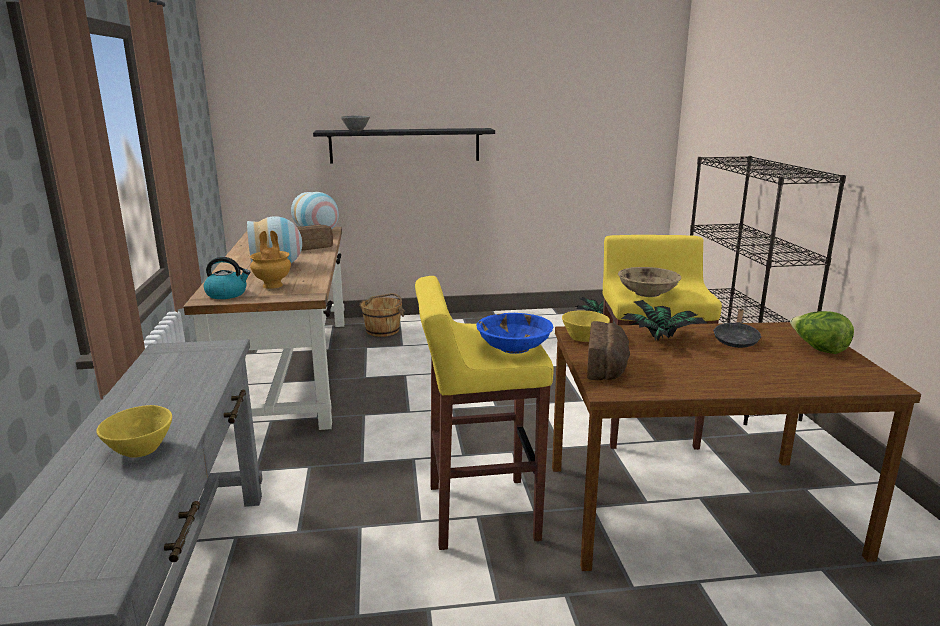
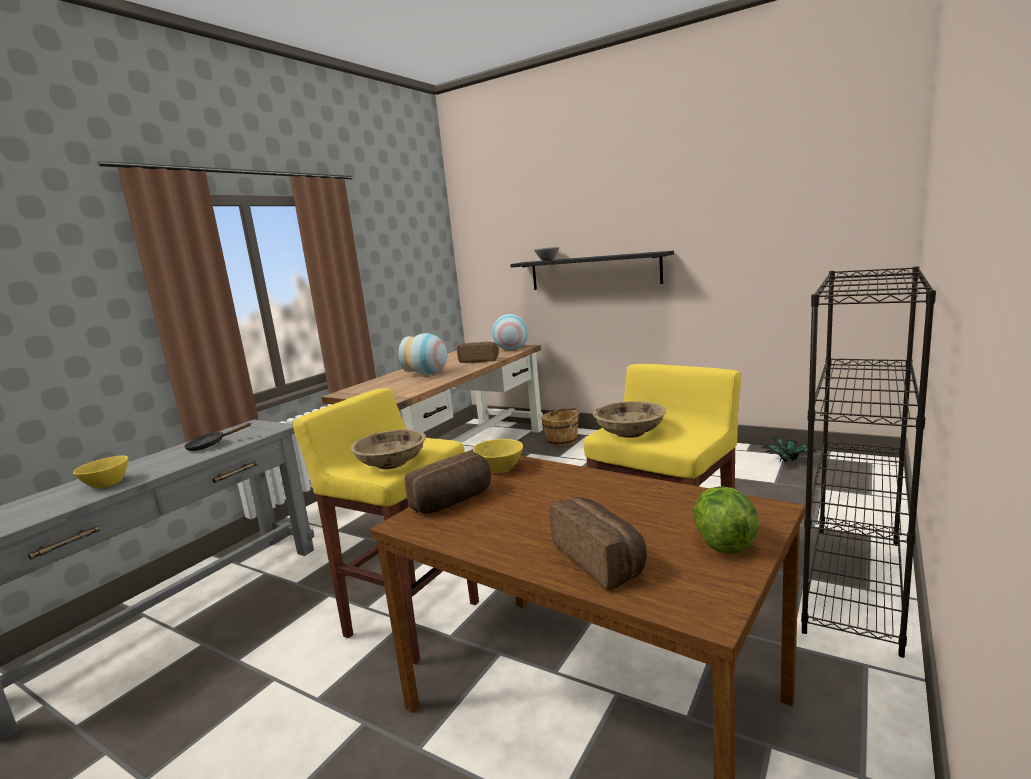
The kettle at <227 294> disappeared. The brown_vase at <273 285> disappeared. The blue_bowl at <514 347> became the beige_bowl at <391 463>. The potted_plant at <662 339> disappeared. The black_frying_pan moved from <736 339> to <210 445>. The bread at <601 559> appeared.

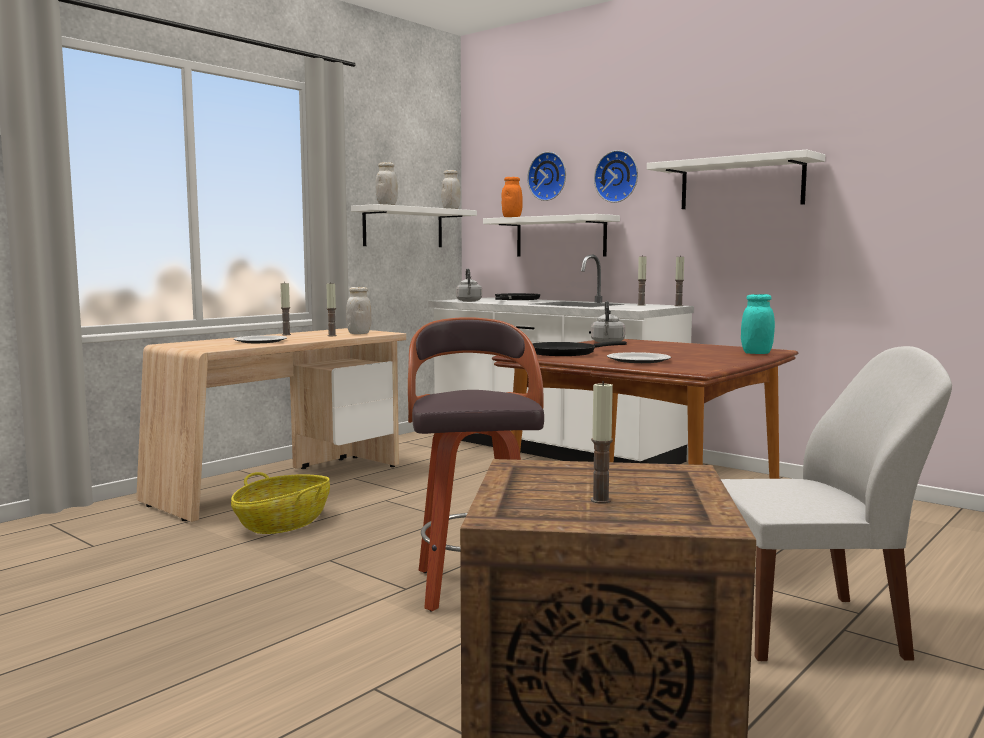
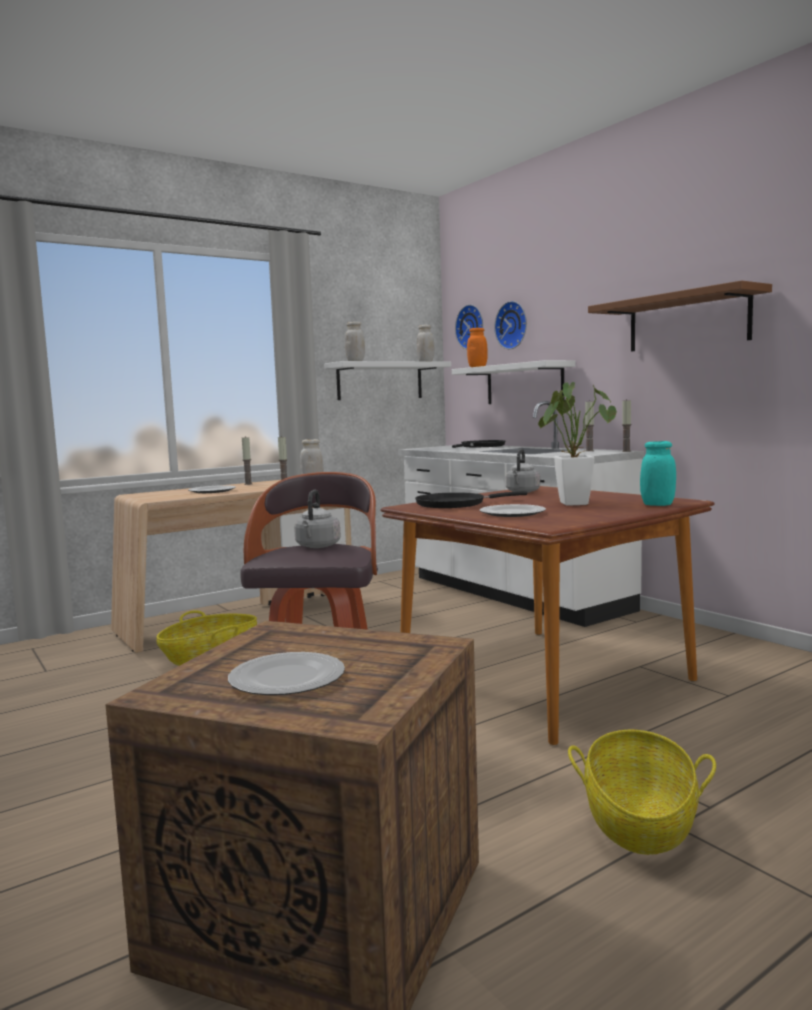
The grey_kettle moved from <469 301> to <317 546>. The candle at <600 500> was replaced by the plate at <289 678>. The wall_clock moved from <618 176> to <471 327>. The white_shelf at <741 183> became the brown_shelf at <687 321>. The white_chair at <812 629> was replaced by the basket at <639 821>. The potted_plant at <572 502> appeared.

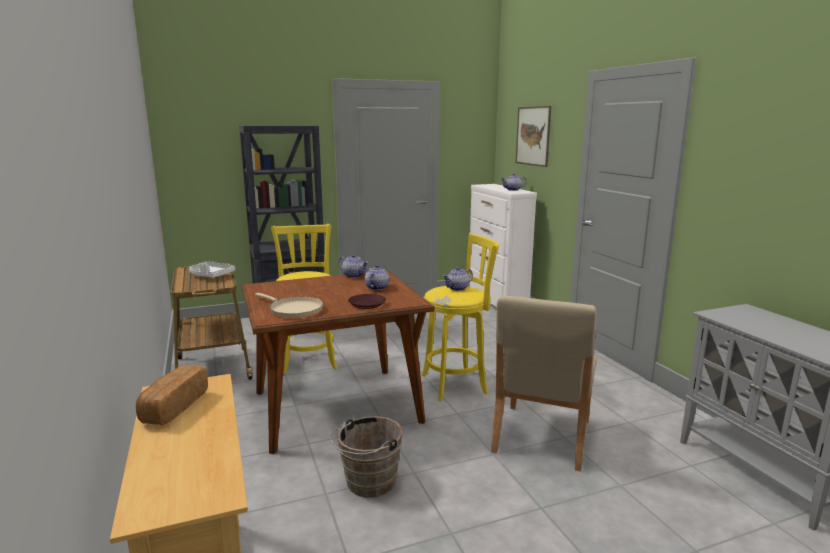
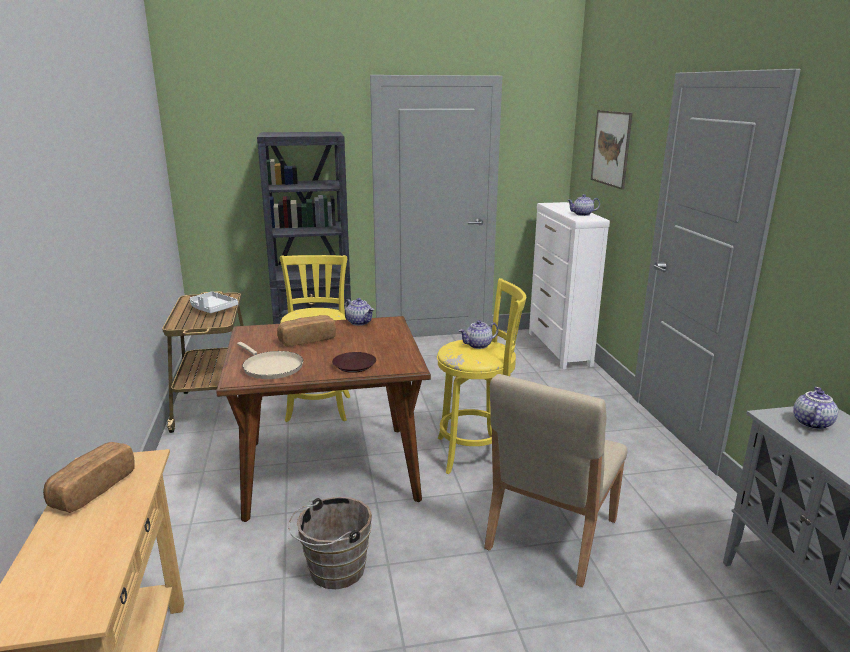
The teapot moved from <376 288> to <810 423>. The bread at <307 340> appeared.

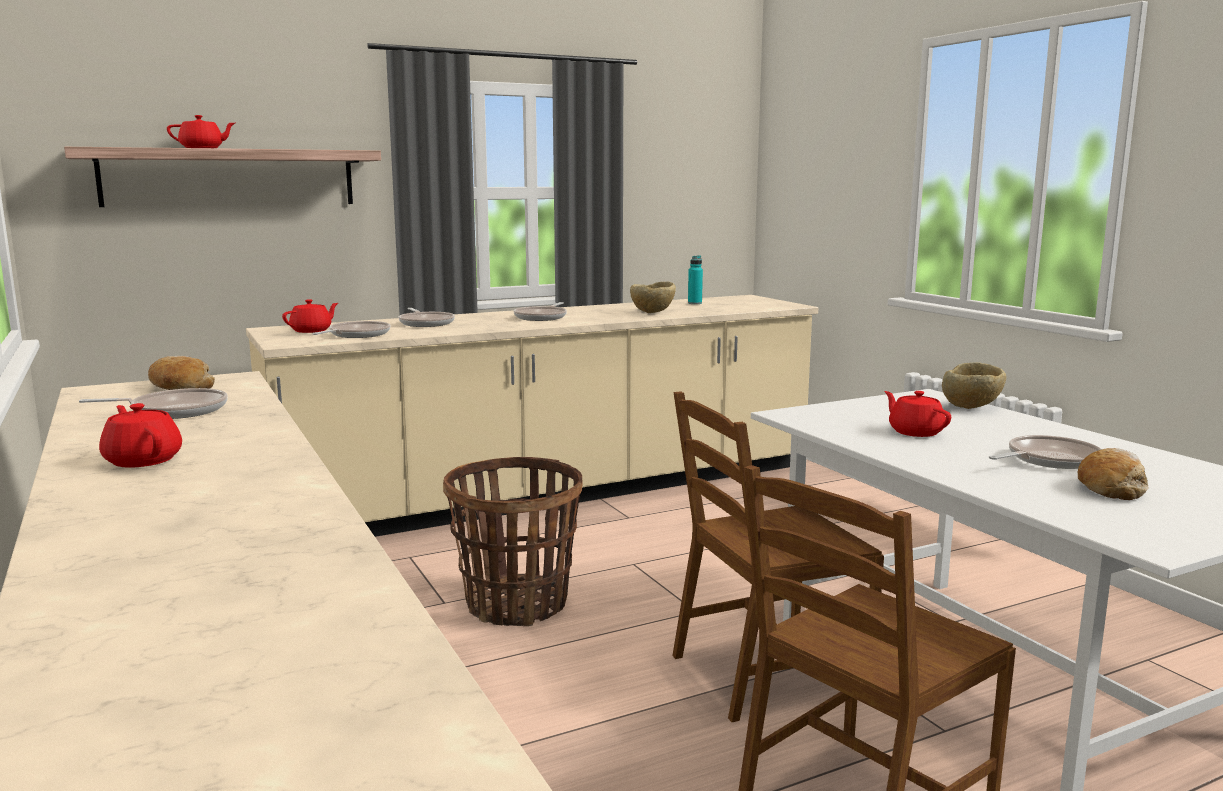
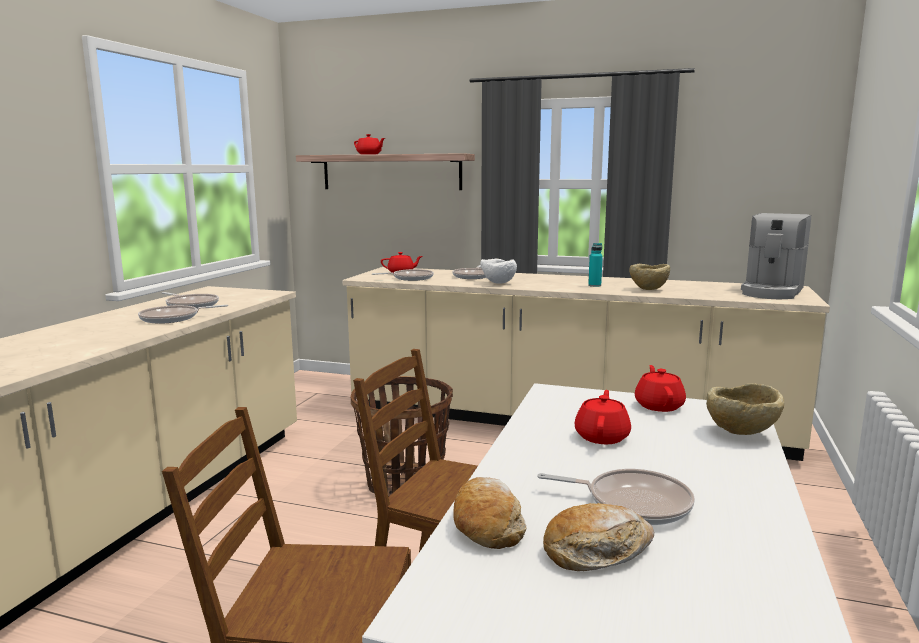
The red_teapot moved from <143 460> to <659 405>. The bread moved from <180 387> to <487 524>. The frying_pan moved from <542 317> to <173 318>. The turquoise_bottle moved from <695 303> to <594 285>. The white_bowl at <497 283> appeared. The coffee_machine at <772 291> appeared.

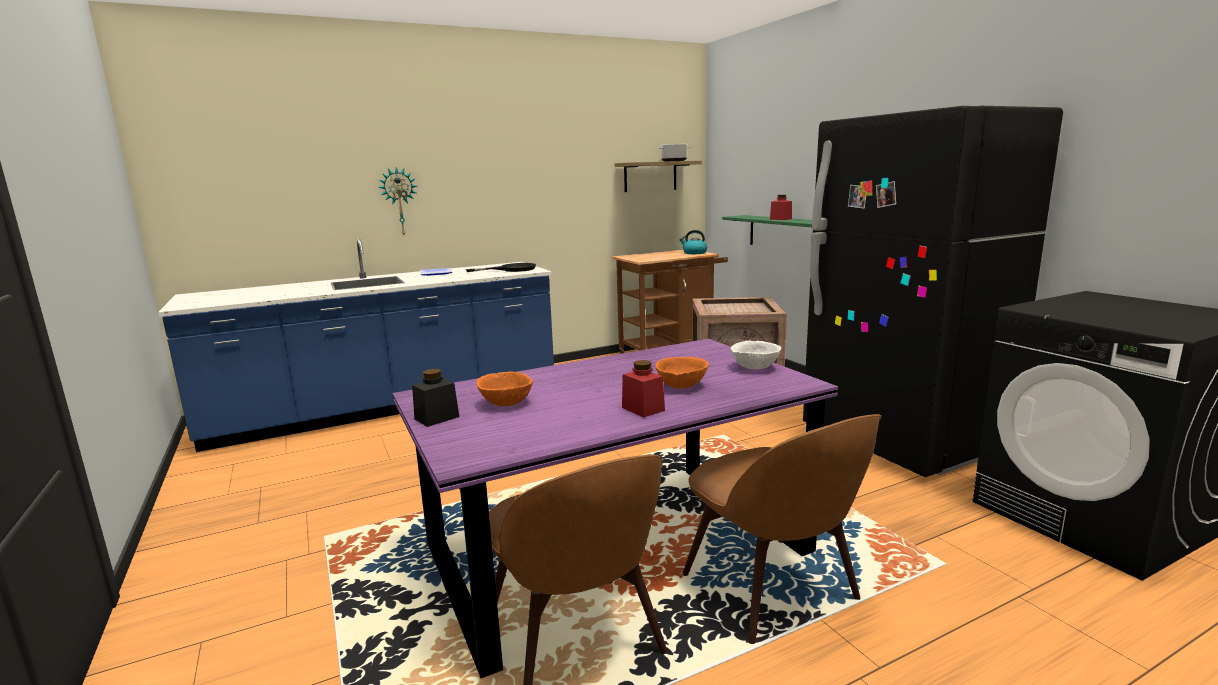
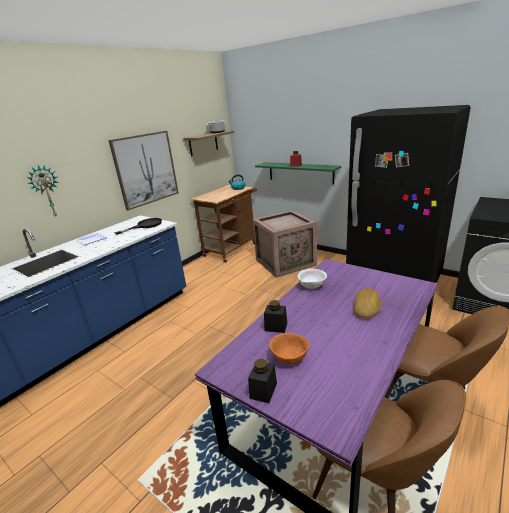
The red_jar at <643 409> disappeared. The orange_bowl at <682 386> was replaced by the bread at <367 306>. The white_bowl moved from <755 368> to <312 286>. The picture at <146 169> appeared. The black_jar at <276 327> appeared.

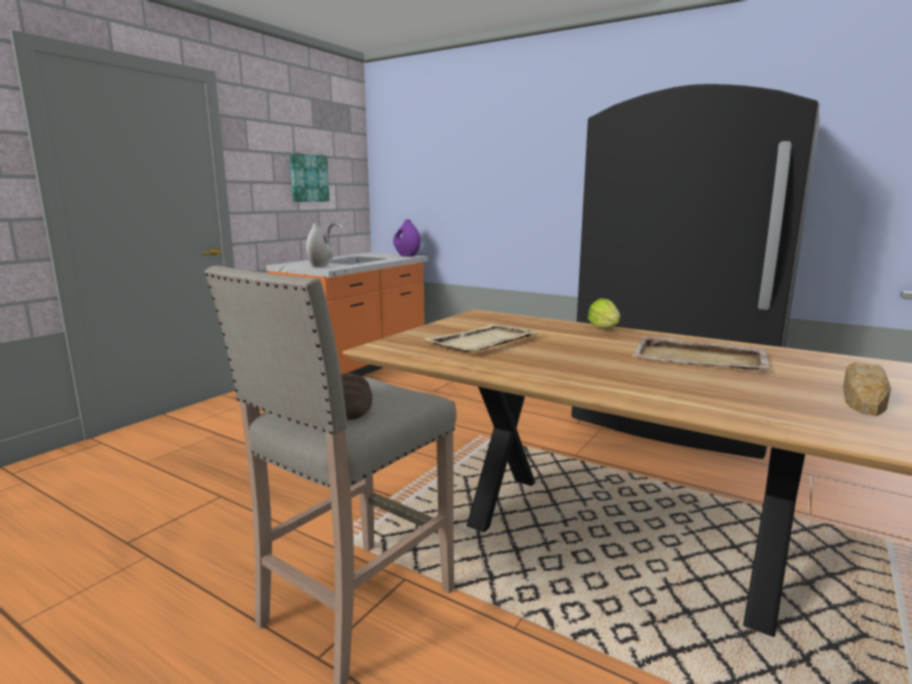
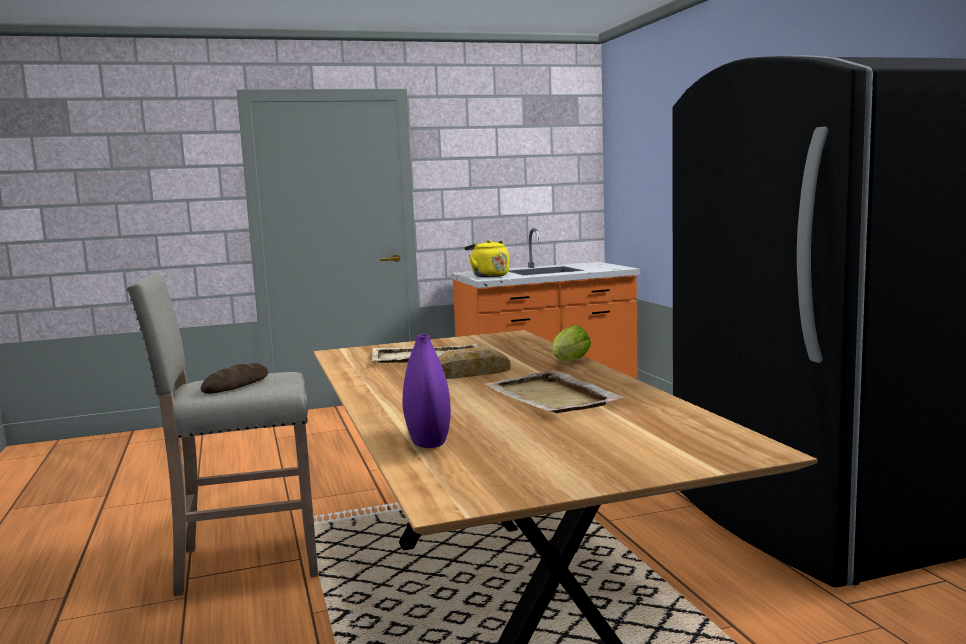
The picture at <308 178> disappeared. The white_vase at <319 266> was replaced by the yellow_kettle at <488 276>. The purple_vase moved from <406 256> to <428 441>. The bread moved from <863 397> to <469 373>.

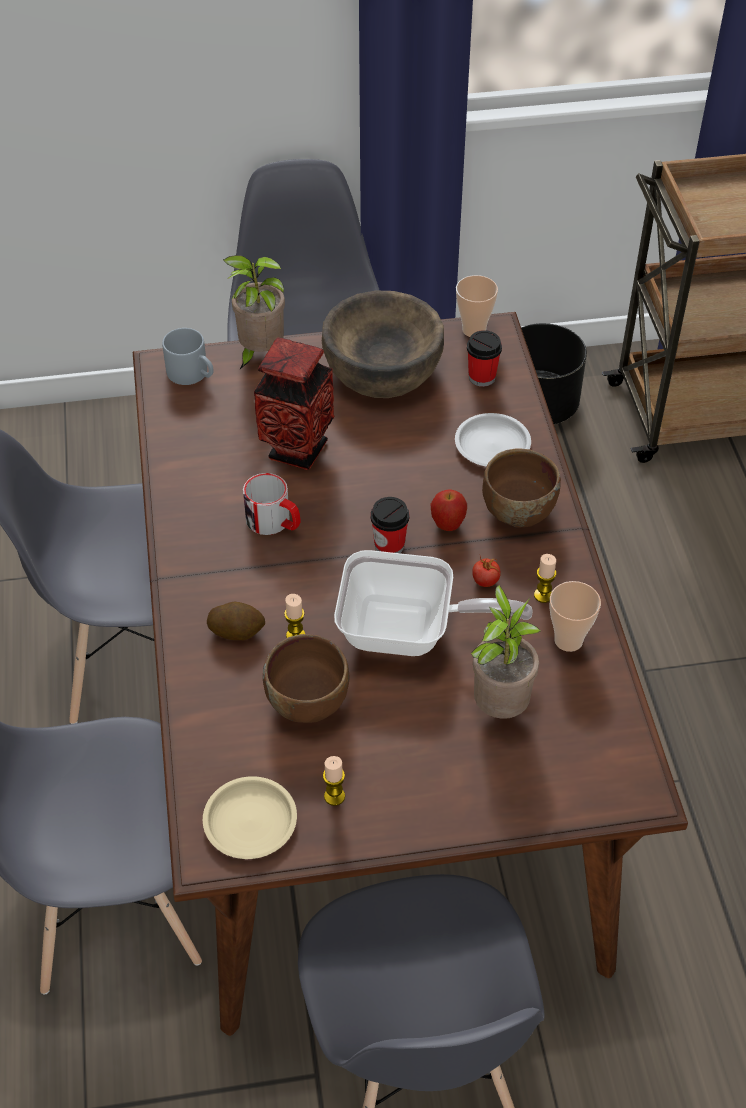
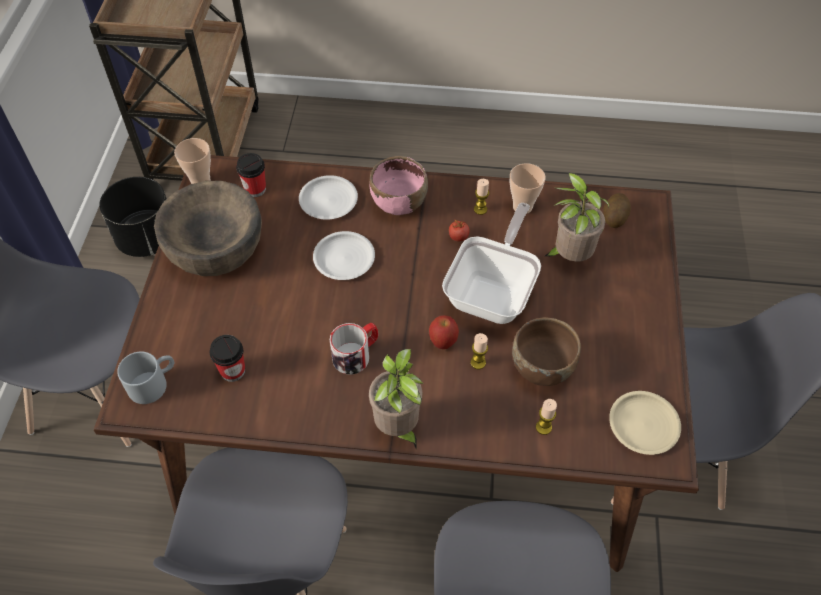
The potato moved from <237 631> to <614 217>. The potted_plant moved from <259 353> to <398 428>. The vase at <297 450> disappeared. The candle moved from <334 796> to <543 427>. The cup moved from <389 545> to <233 371>. The apple moved from <447 525> to <443 343>. The brown_bowl at <517 510> became the pink_bowl at <398 203>. The white_plate at <344 258> appeared.

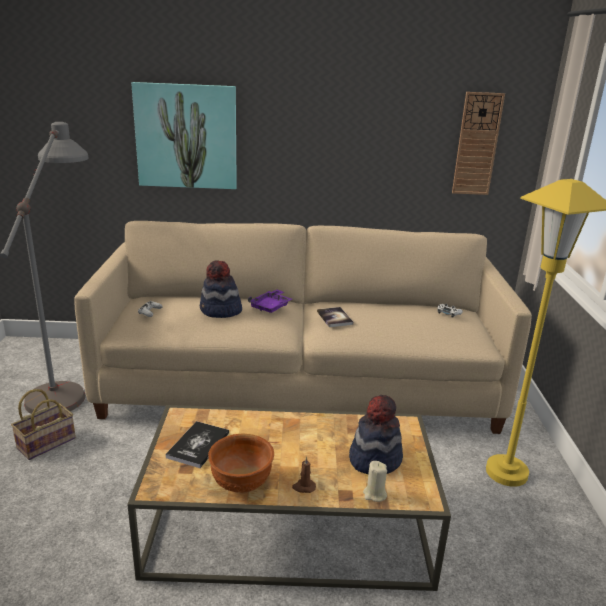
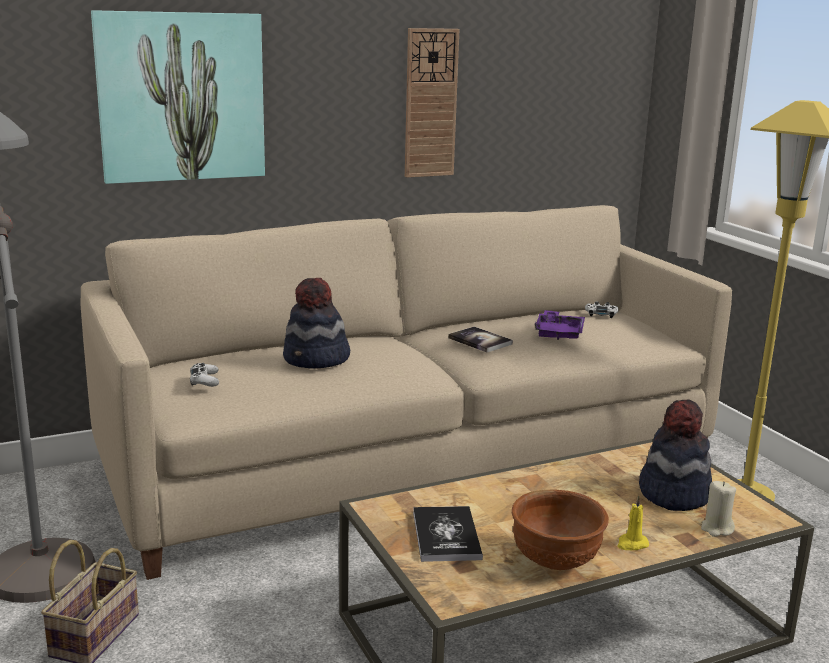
The purple_tray moved from <271 306> to <558 333>. The brown_candle at <303 487> became the yellow_candle at <631 544>. The wall_clock moved from <477 144> to <430 103>.

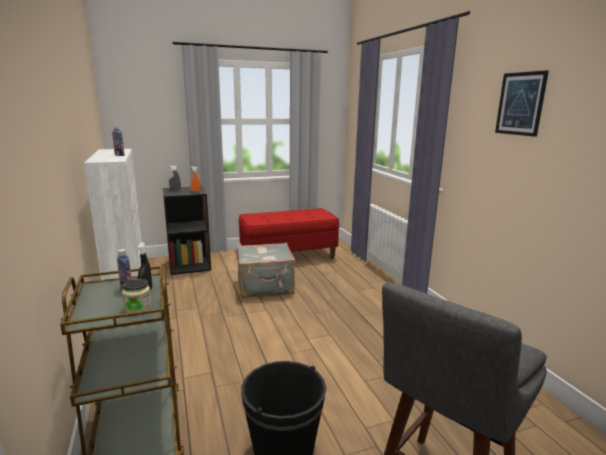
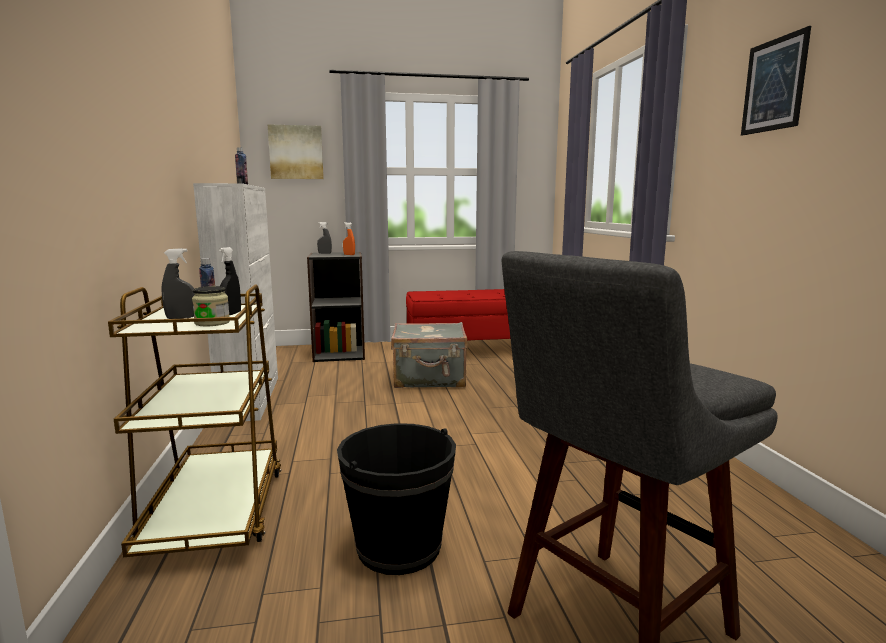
The grey_spray_bottle at <181 318> appeared. The picture at <296 152> appeared.

